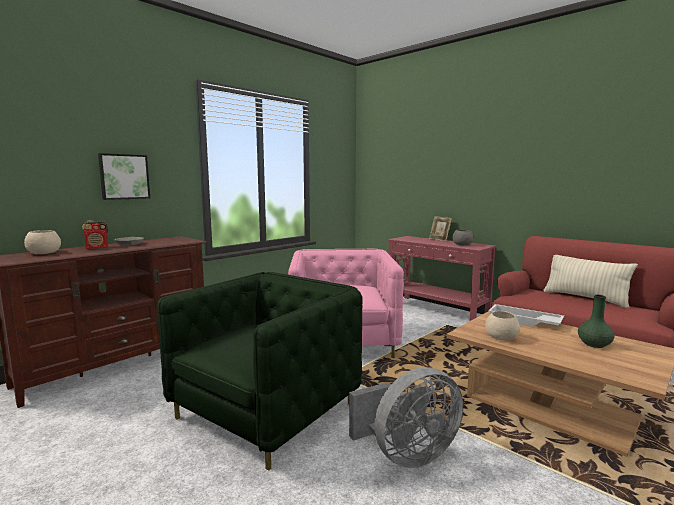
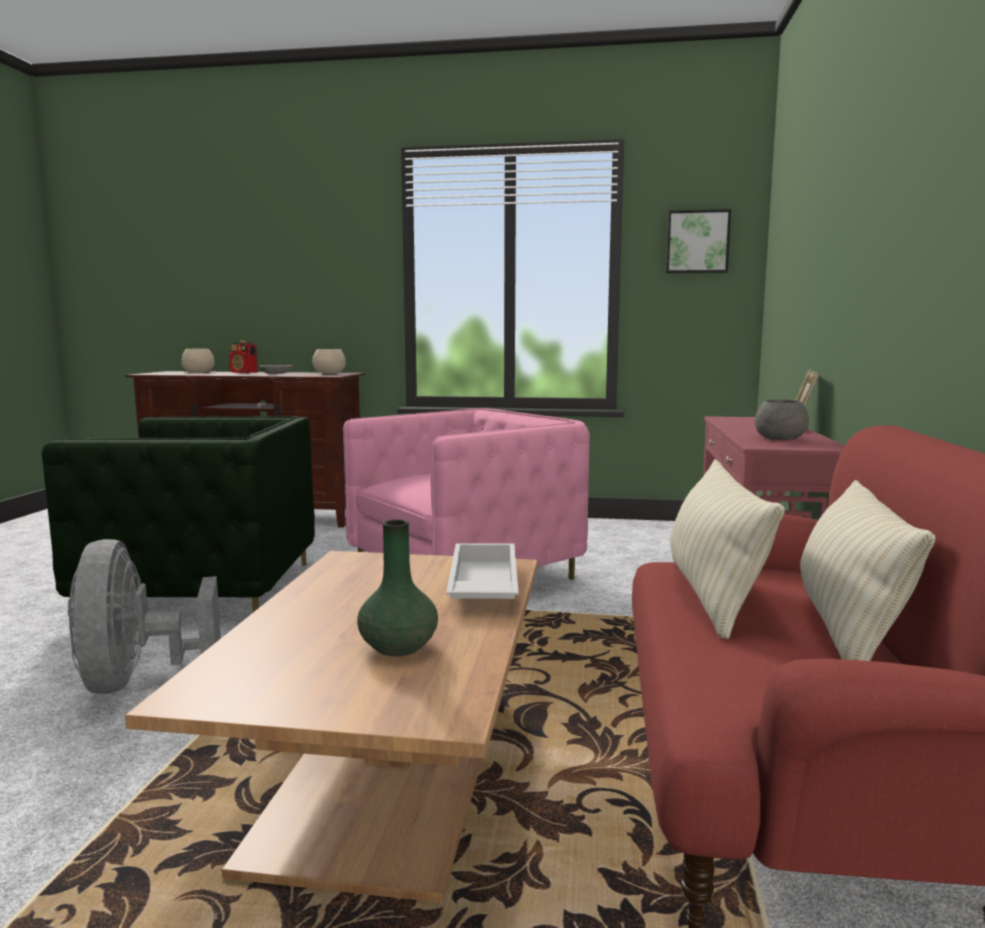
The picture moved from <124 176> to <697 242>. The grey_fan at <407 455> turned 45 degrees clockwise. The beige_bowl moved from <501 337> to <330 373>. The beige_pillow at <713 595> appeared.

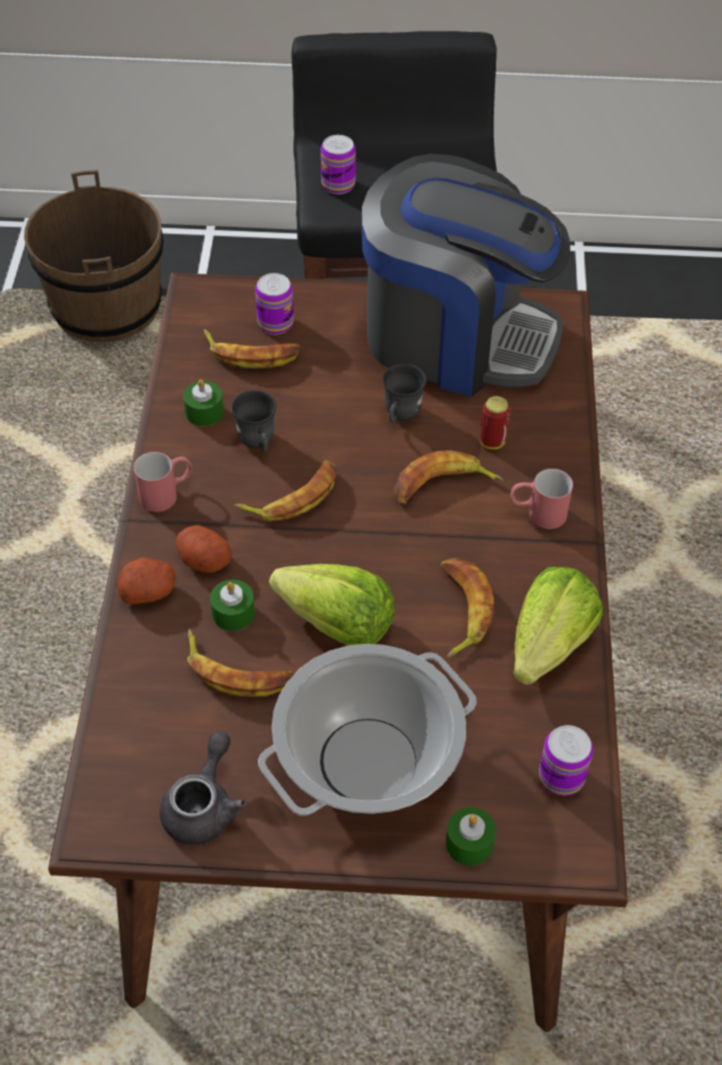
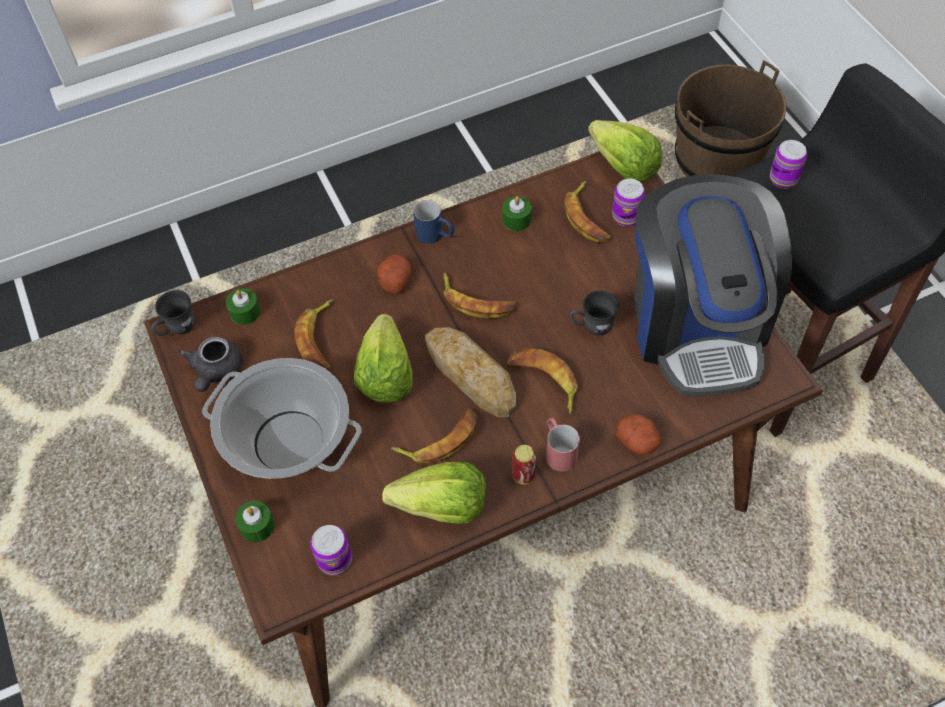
The potato moved from <148 591> to <638 441>. The red_mug at <167 493> became the blue_mug at <435 236>. The grey_teapot at <204 805> turned 105 degrees clockwise. The green_candle moved from <233 613> to <245 312>. The grey_mug moved from <258 444> to <177 329>. The can moved from <492 442> to <523 475>. The bread at <470 374> appeared. The lettuce at <623 167> appeared.

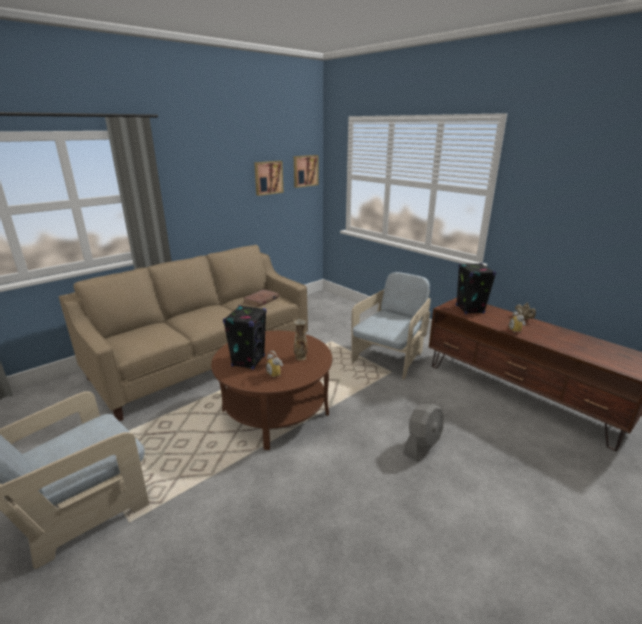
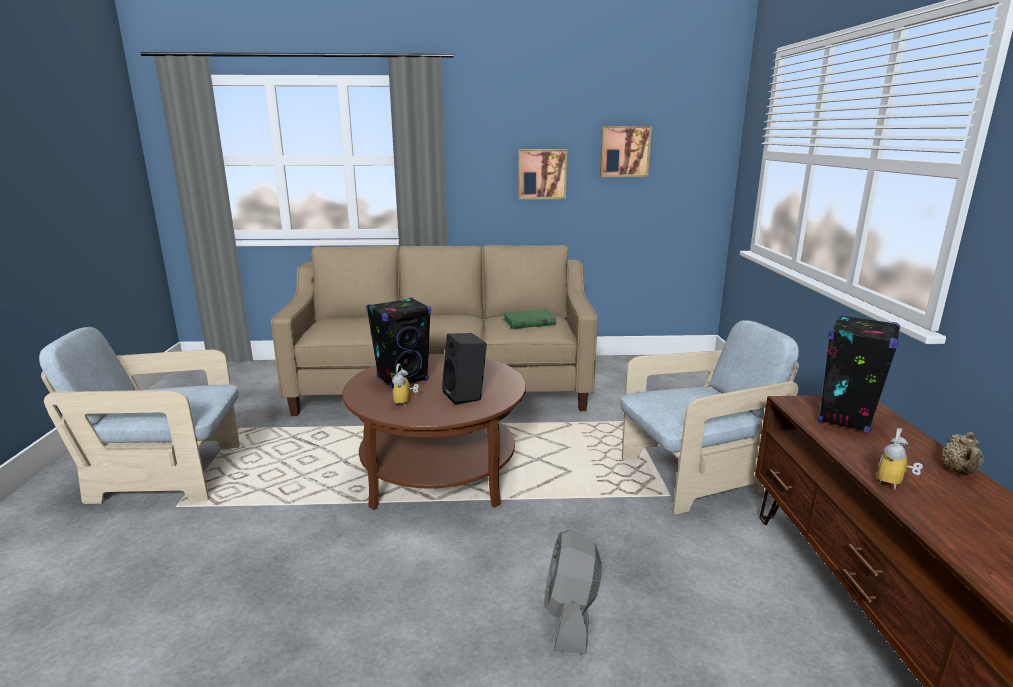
The brown_book at <261 300> became the green_book at <528 322>. The picture moved from <305 171> to <542 174>. The vase at <300 357> was replaced by the black_speaker at <466 396>. The grey_fan at <422 445> turned 105 degrees clockwise.

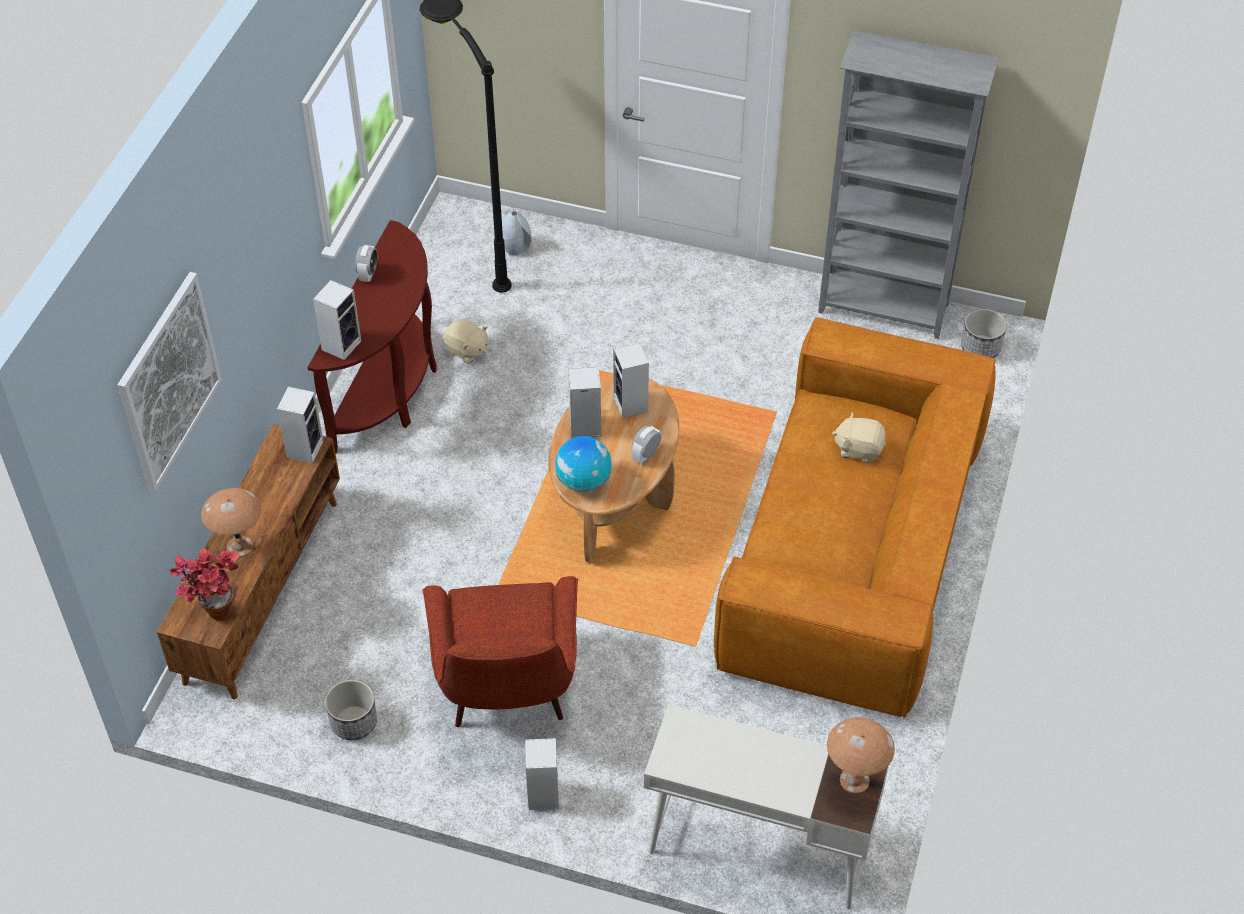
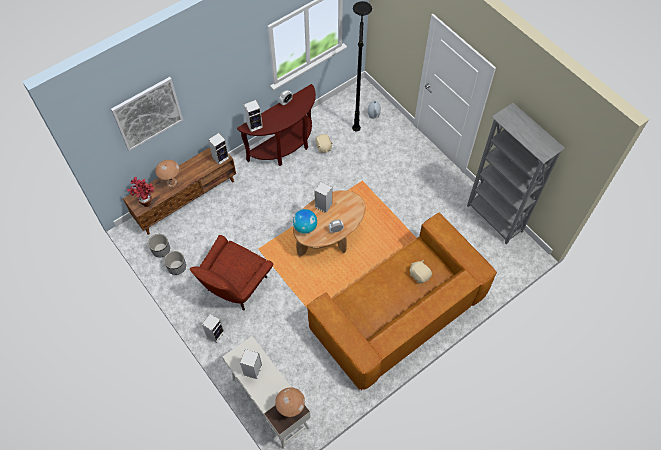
The speaker moved from <631 405> to <253 371>. The planter moved from <980 348> to <161 250>.

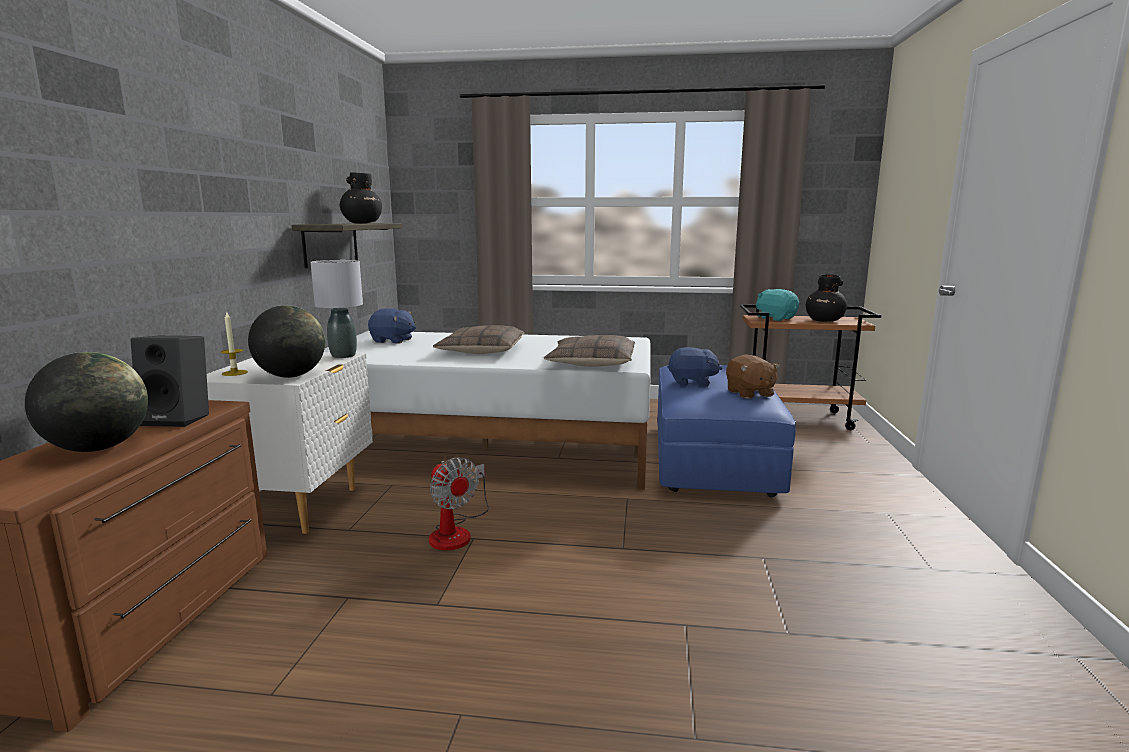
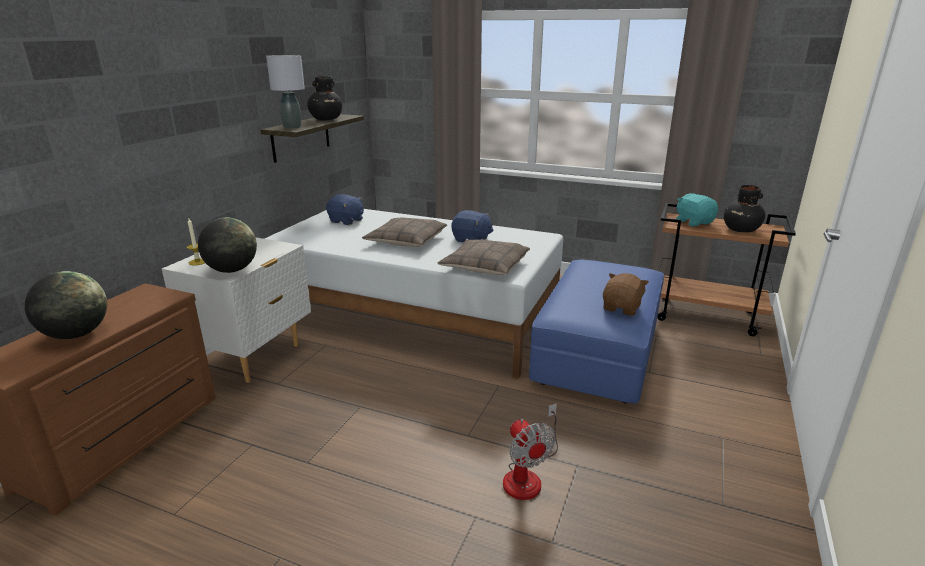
The black_speaker at <180 419> disappeared. The grey_table_lamp moved from <343 355> to <292 127>. The fan moved from <456 532> to <527 475>. The blue_plush_toy moved from <692 382> to <471 239>. The brown_plush_toy at <749 393> turned 150 degrees counterclockwise.

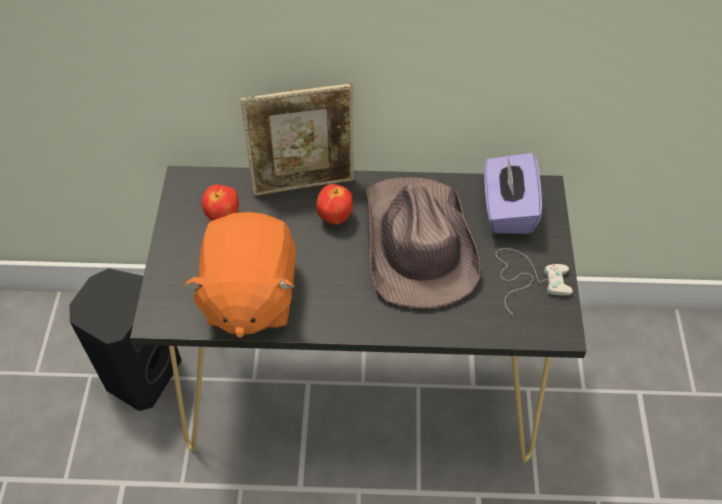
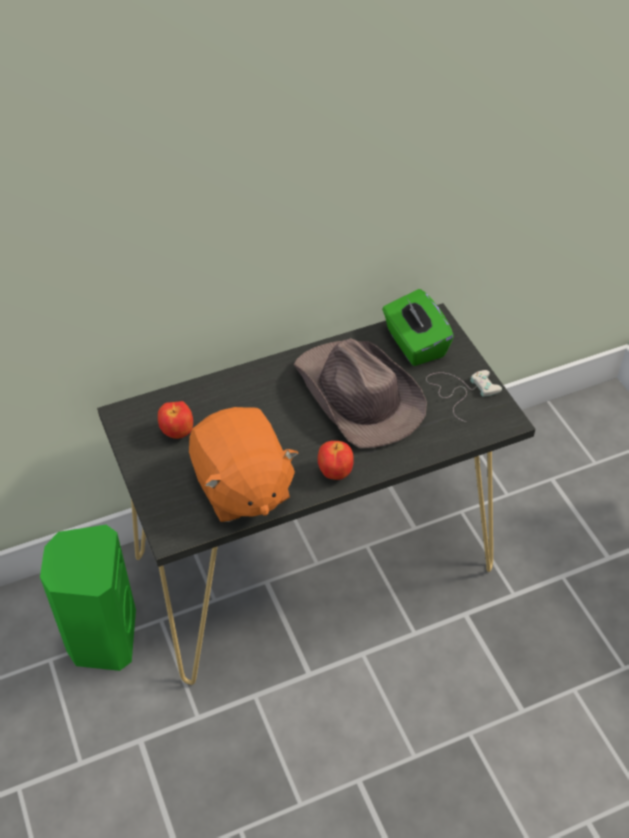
The black_speaker at <141 374> became the green_speaker at <101 637>. The picture_frame at <304 183> disappeared. The apple moved from <334 217> to <334 472>. The purple_tissue_box at <507 210> became the green_tissue_box at <414 344>.

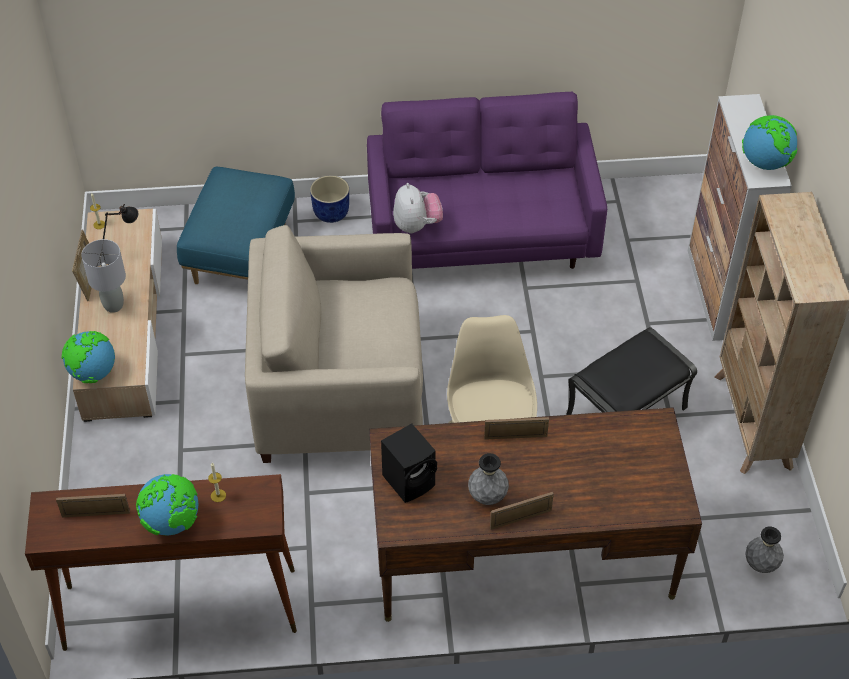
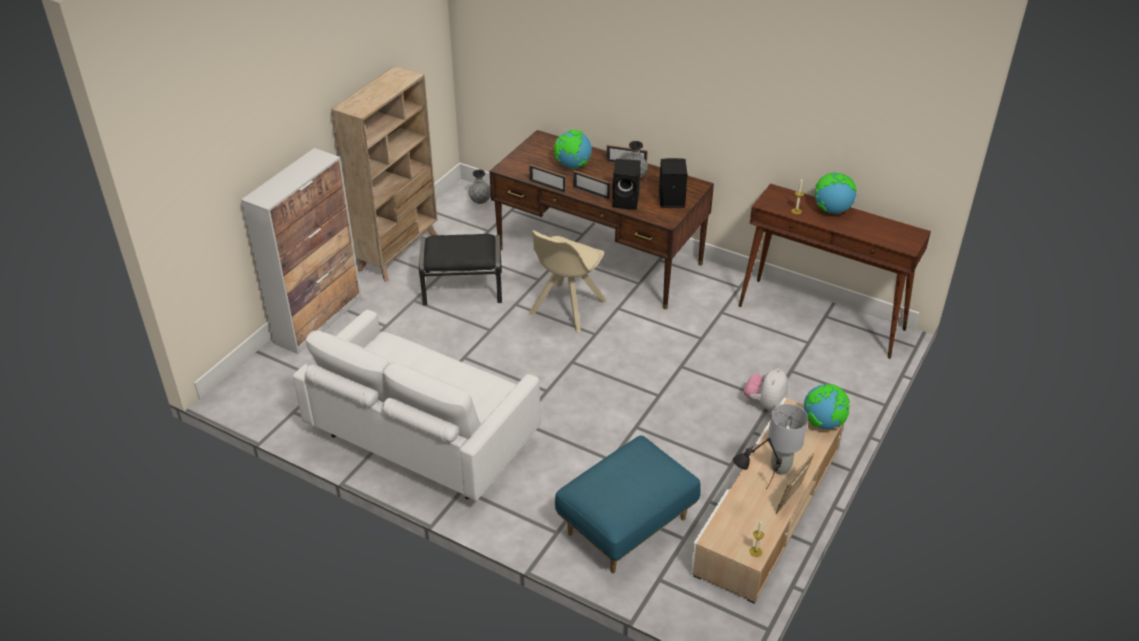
The picture_frame moved from <96 514> to <547 187>. The beige_armchair at <339 389> disappeared. The blue_planter at <331 212> disappeared. The purple_sofa at <482 236> became the white_sofa at <422 438>. The plush_toy moved from <417 225> to <765 403>. The globe moved from <765 163> to <572 166>. The black_speaker at <627 201> appeared.

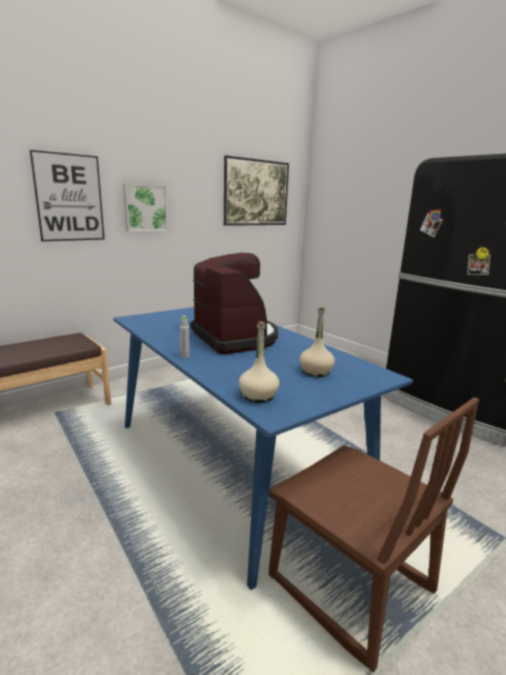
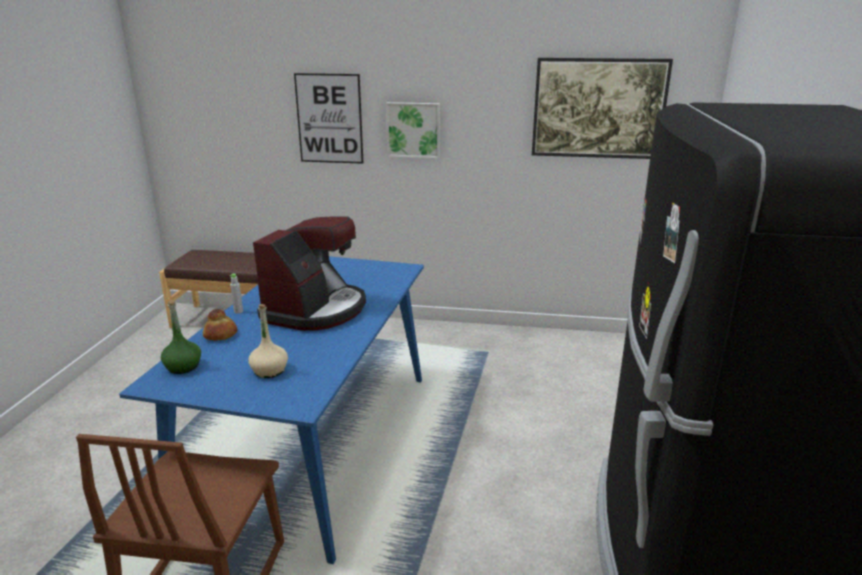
The beige_bottle at <258 395> became the green_bottle at <183 367>. The bread at <220 335> appeared.

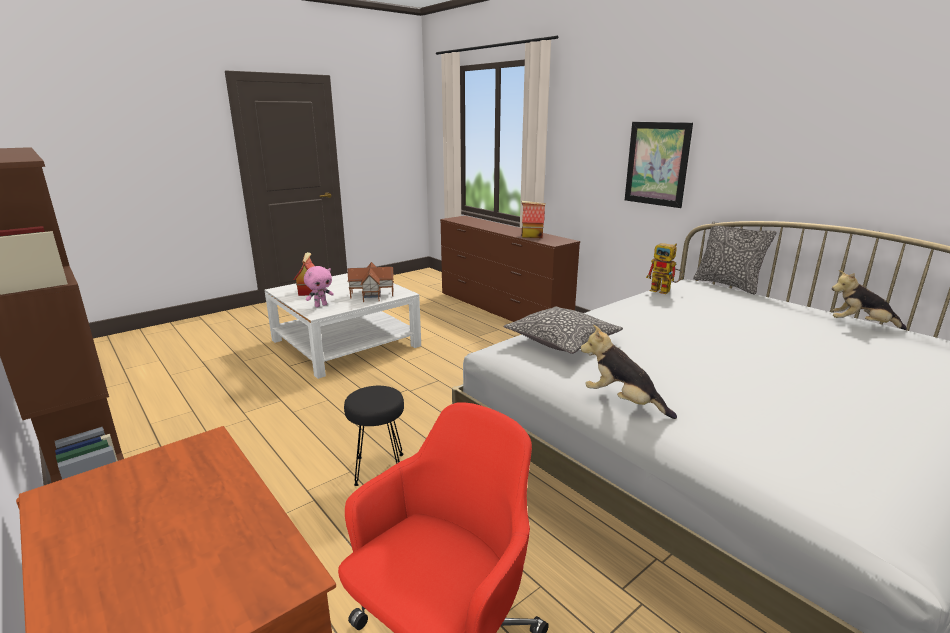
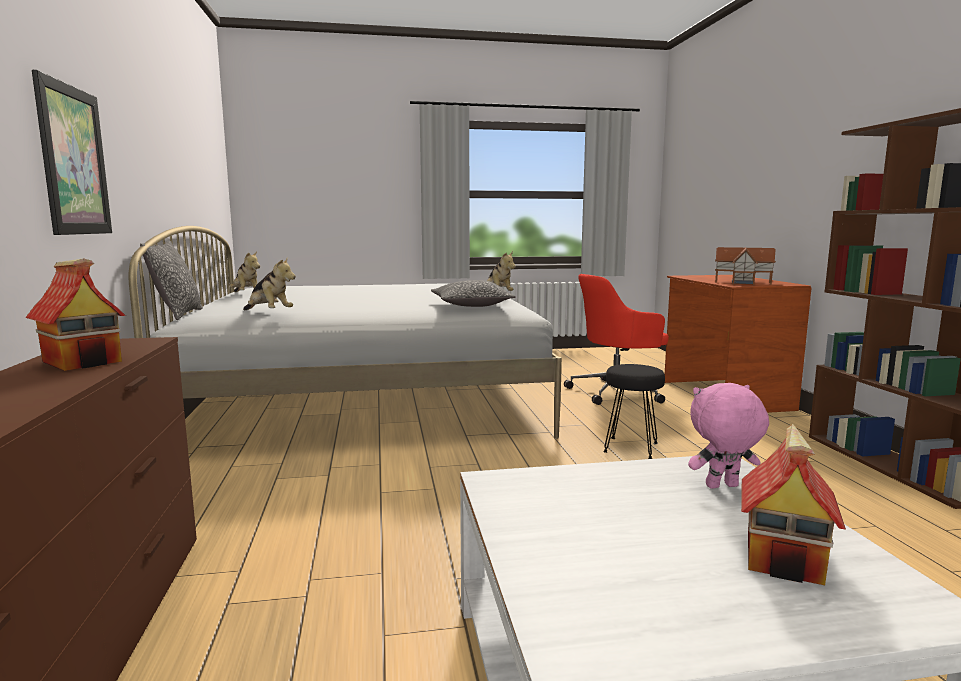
The toy_house moved from <372 295> to <742 282>. The toy_robot at <664 291> was replaced by the plush_toy at <269 313>.

